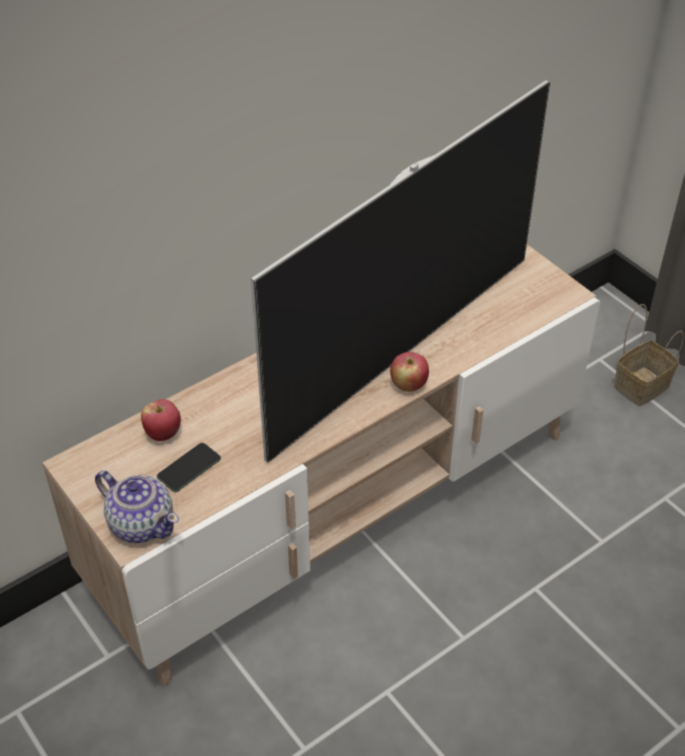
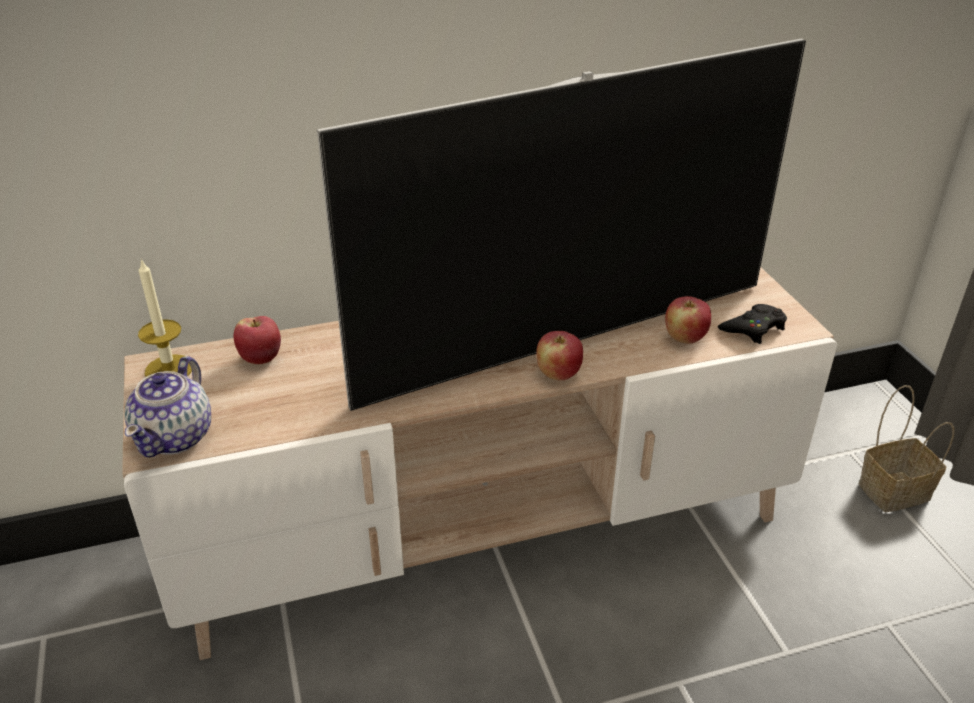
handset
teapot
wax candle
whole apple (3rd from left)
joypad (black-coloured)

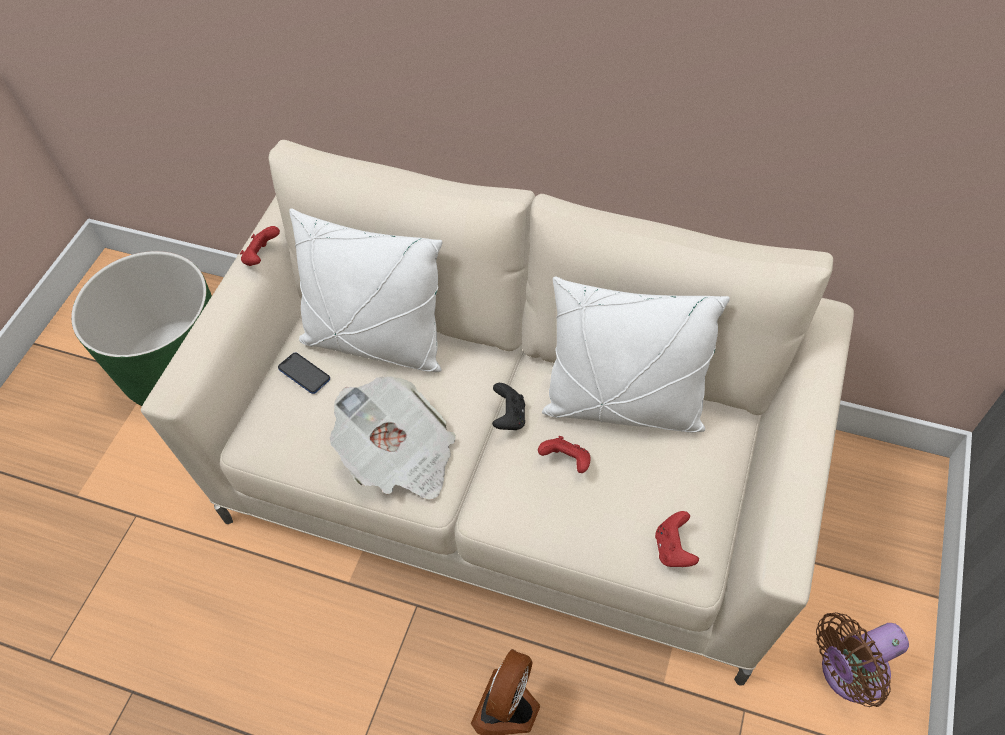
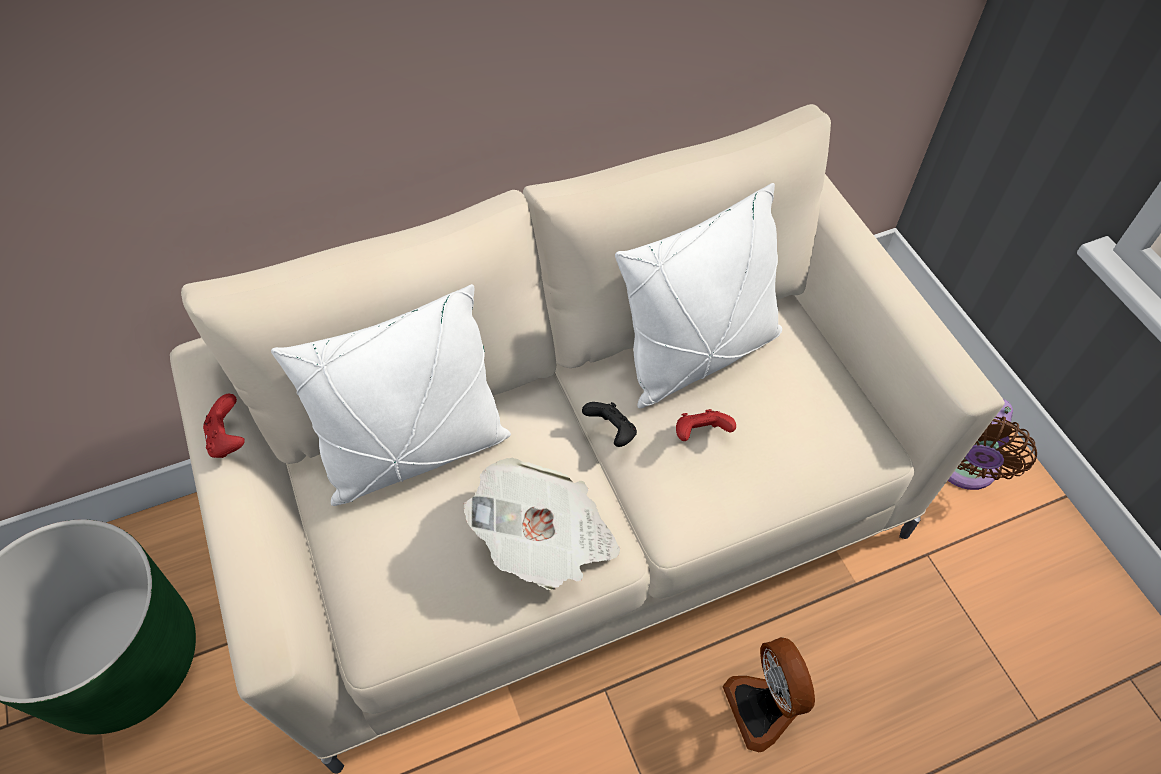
handset
joypad (reddish) (3rd from left in the first image)

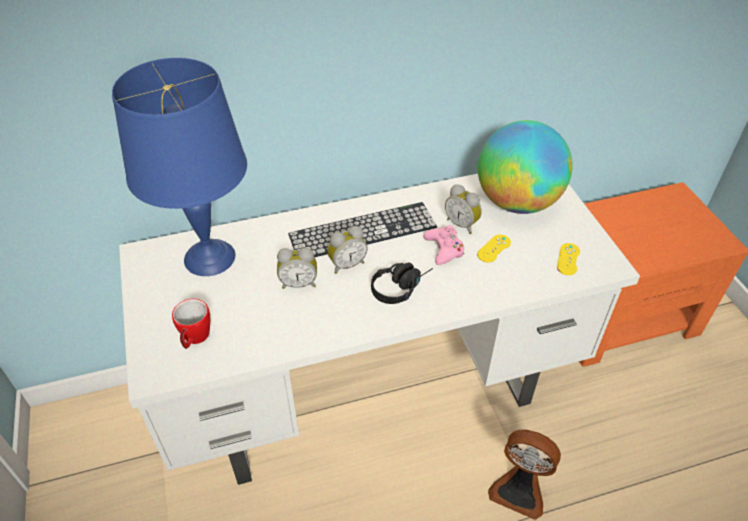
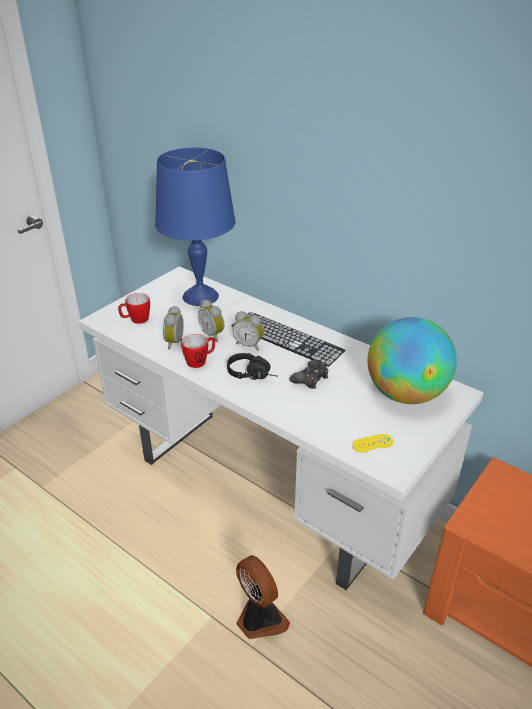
alarm clock (1st from left)
joypad (black-coloured)
joypad (yellowish) (1st from left in the first image)
fan
coffee mug (2nd from left)

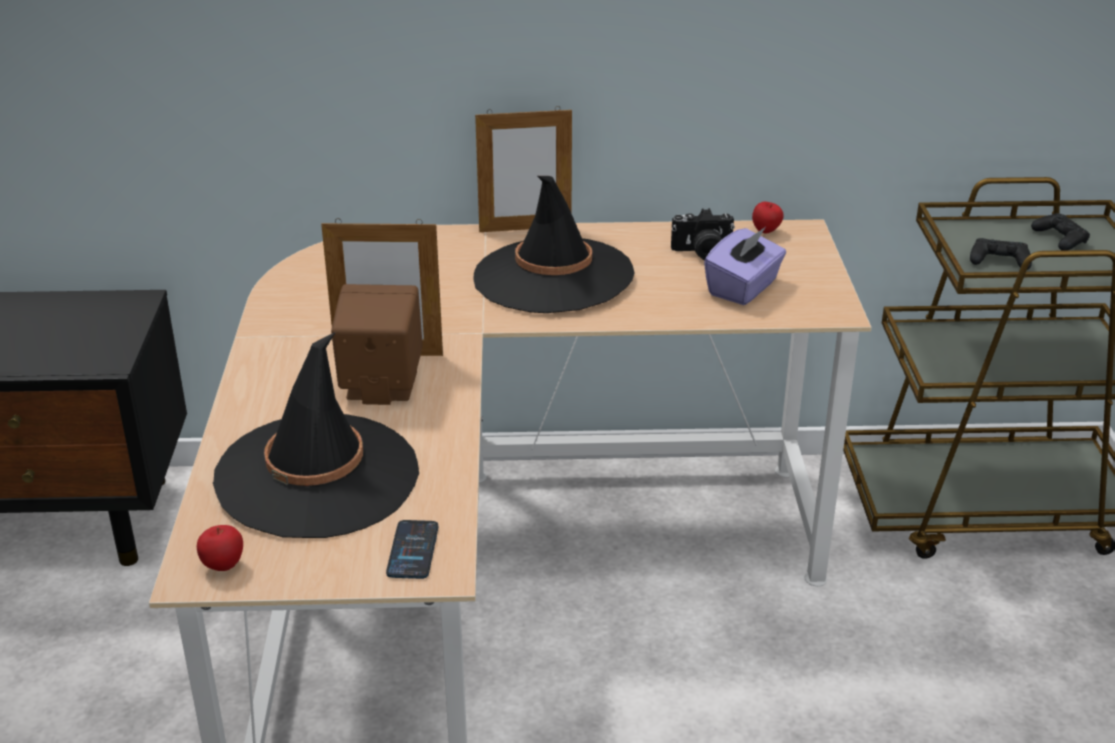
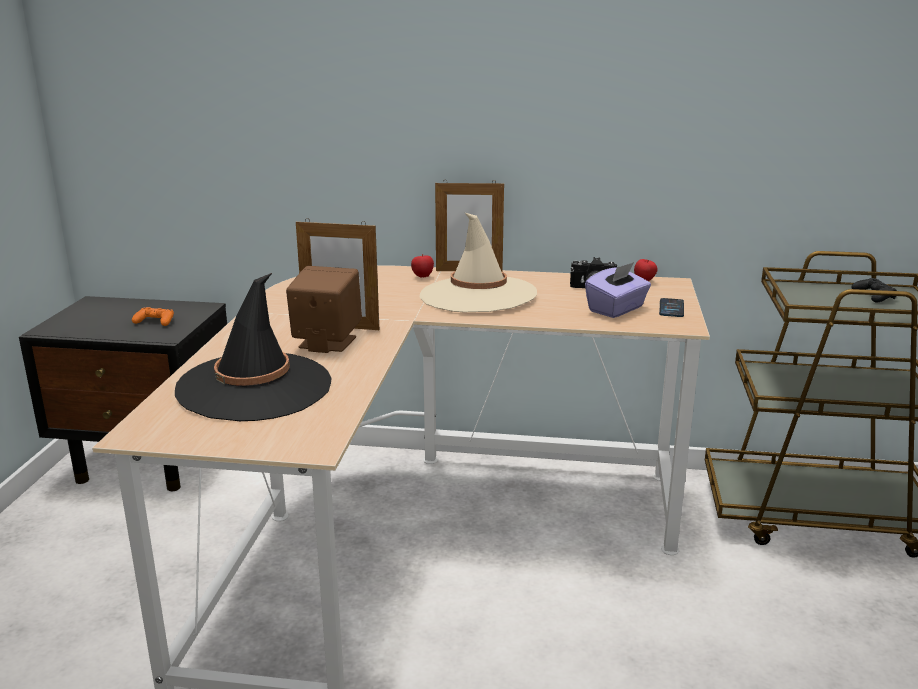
clothing hat (beige)
joypad (black-coloured) (1st from left in the first image)
handset
whole apple (1st from left)
joypad (orange)

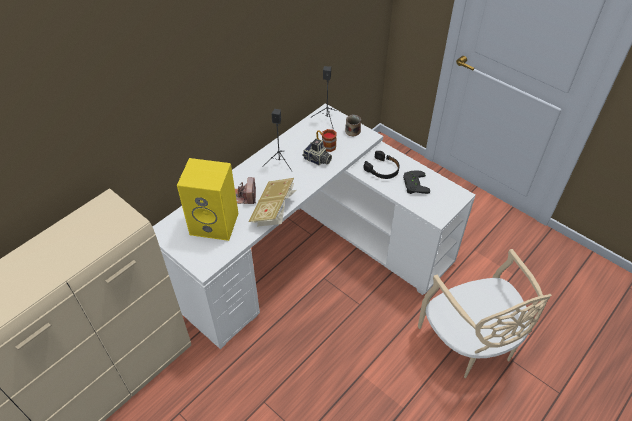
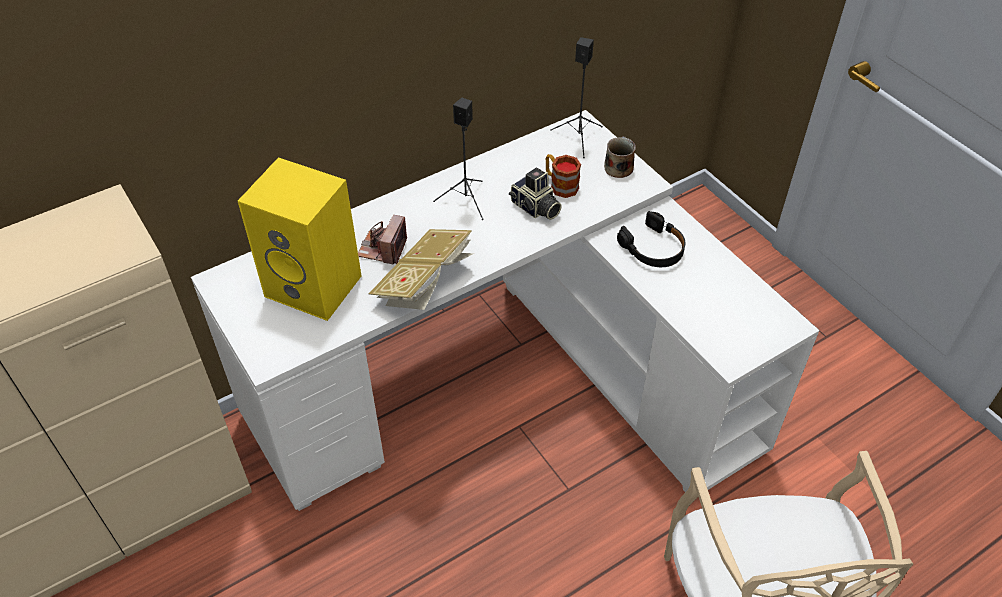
joypad (black-coloured)

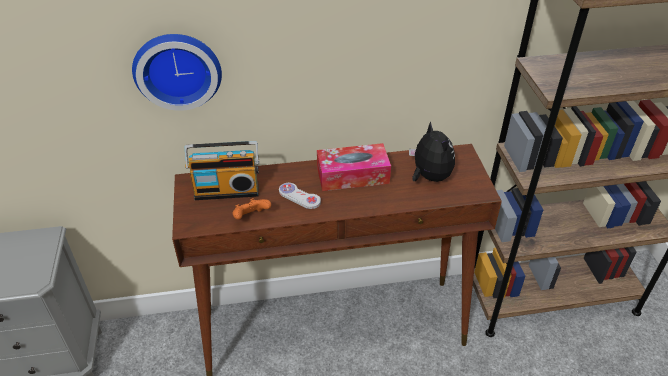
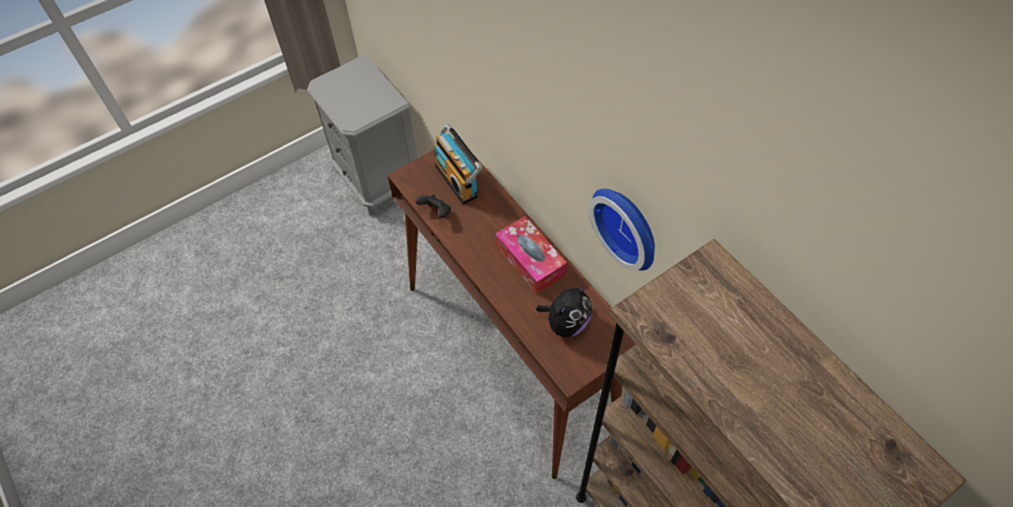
clock on the wall
joypad (white)
joypad (black-coloured)

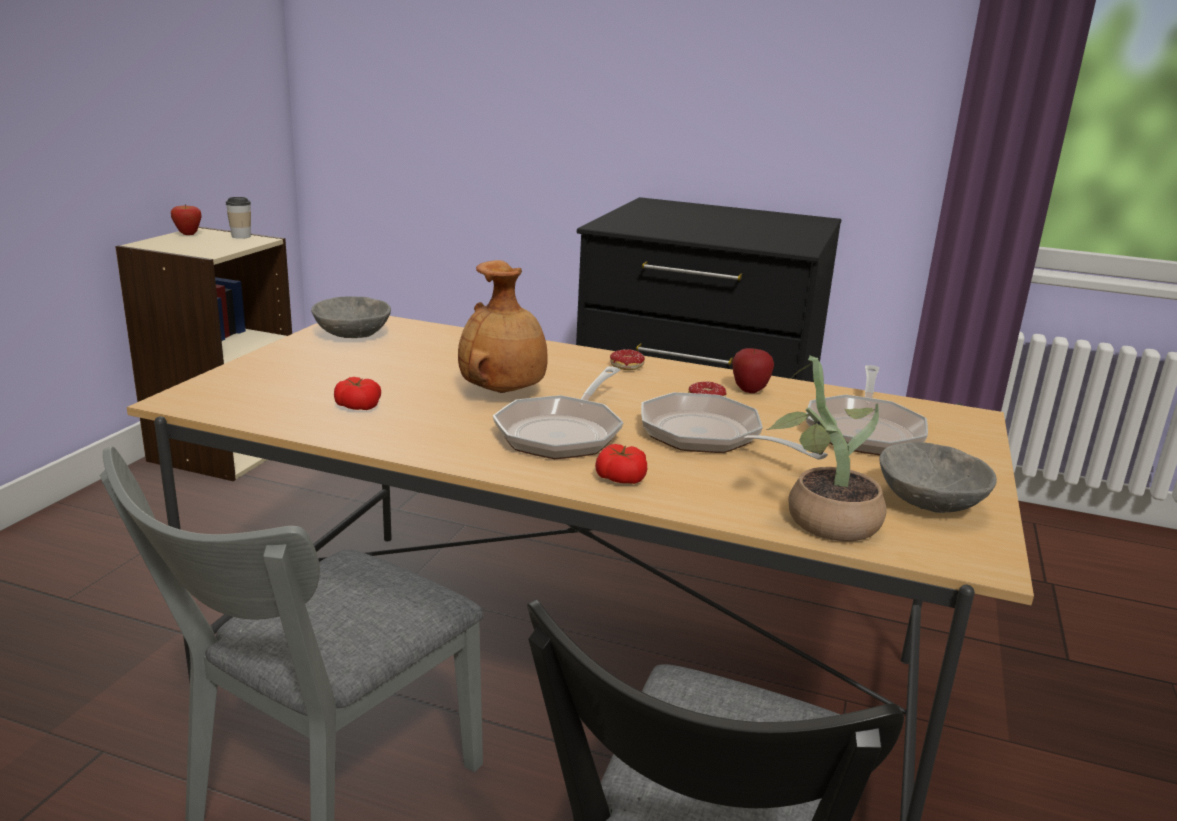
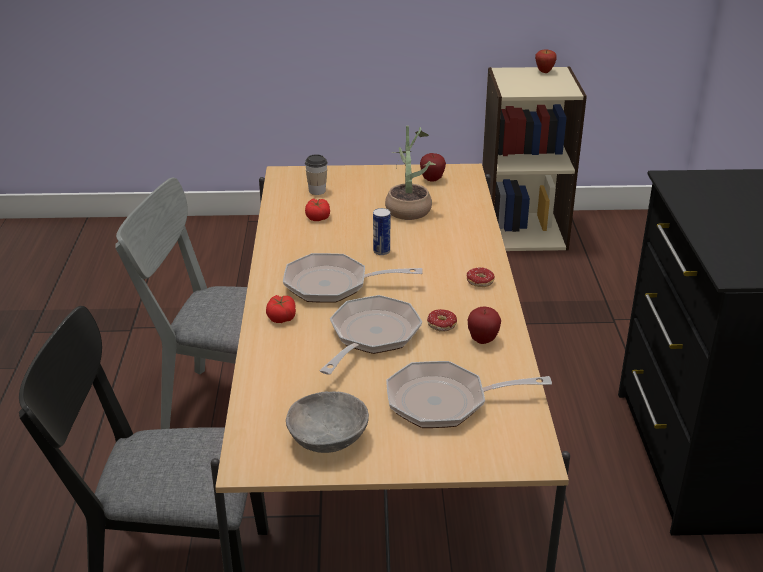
cup
metal can
whole apple (1st from left)
plant in a pot

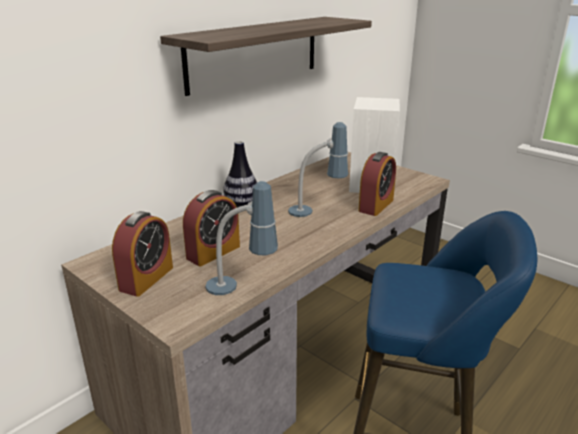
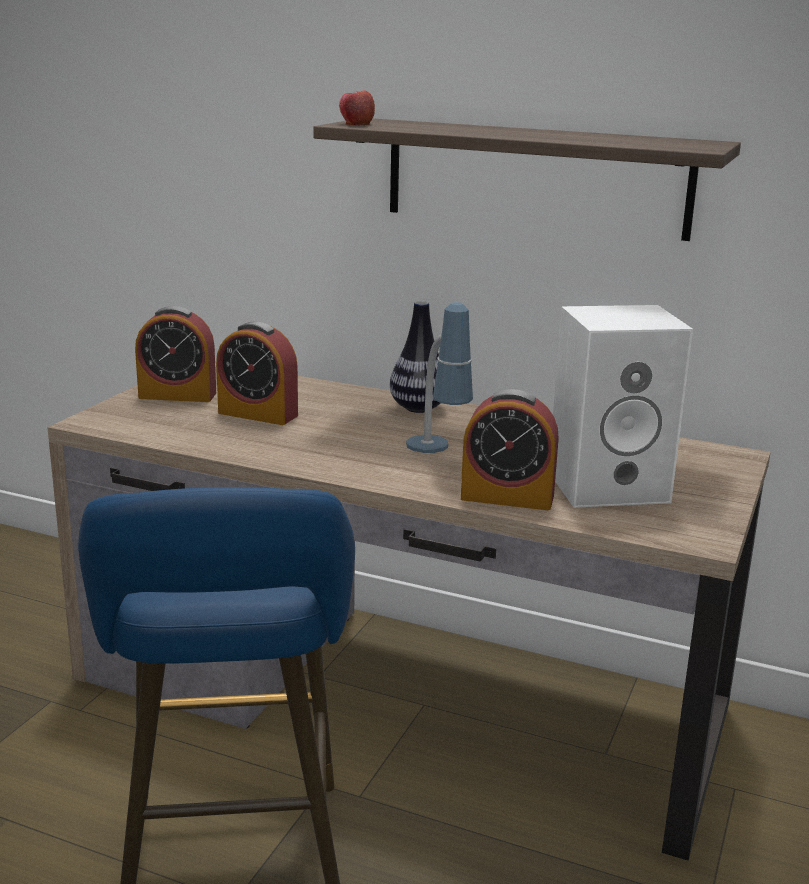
lamp for a table (1st from left in the first image)
whole apple

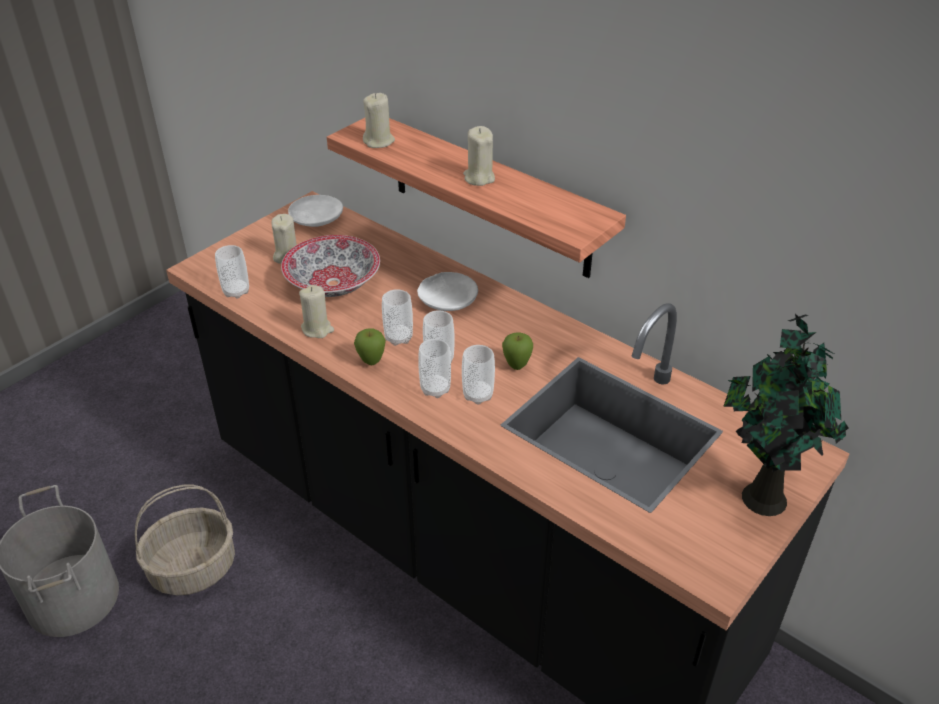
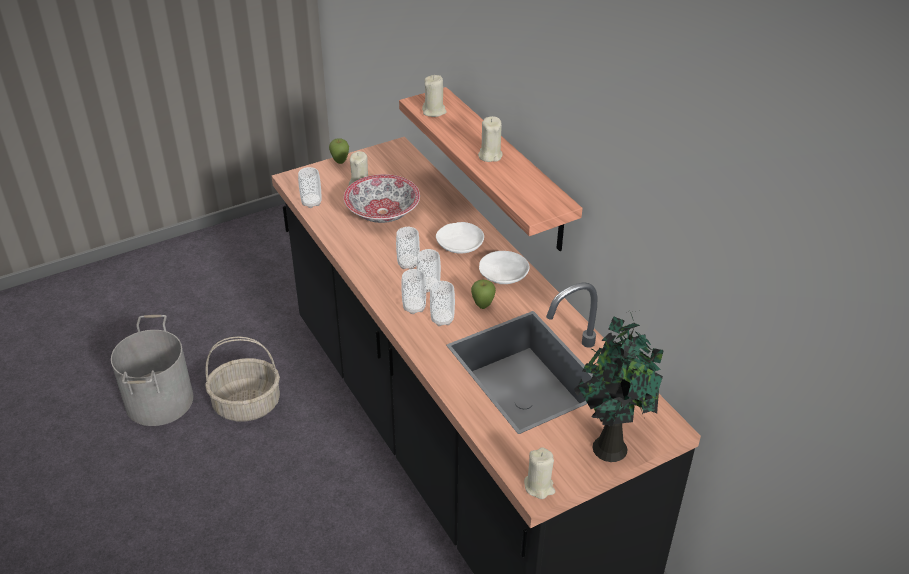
dinner plate (white) (2nd from left)
wax candle (beige) (4th from left)
whole apple (1st from left)

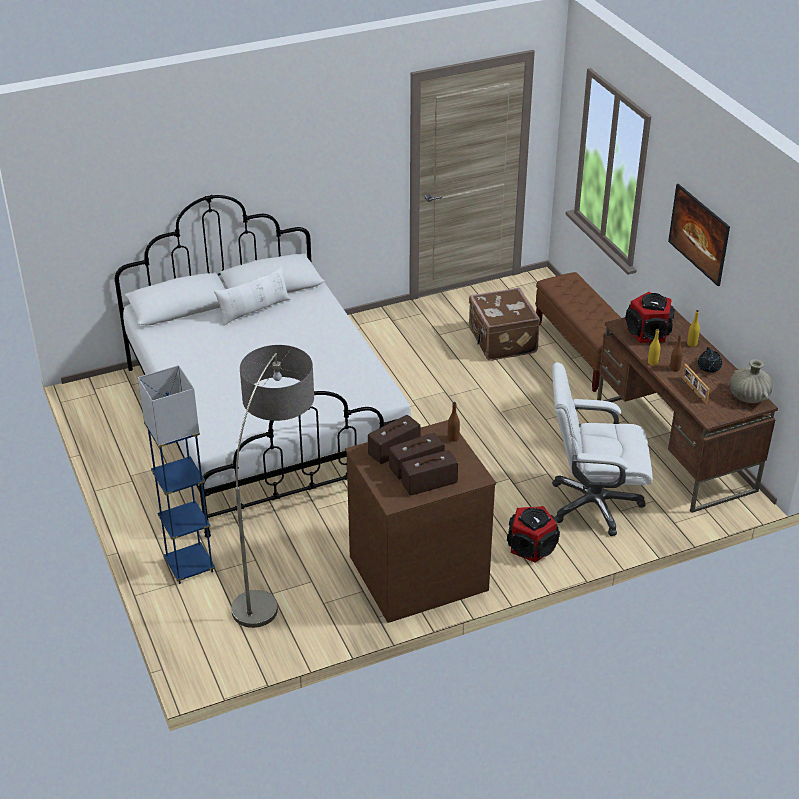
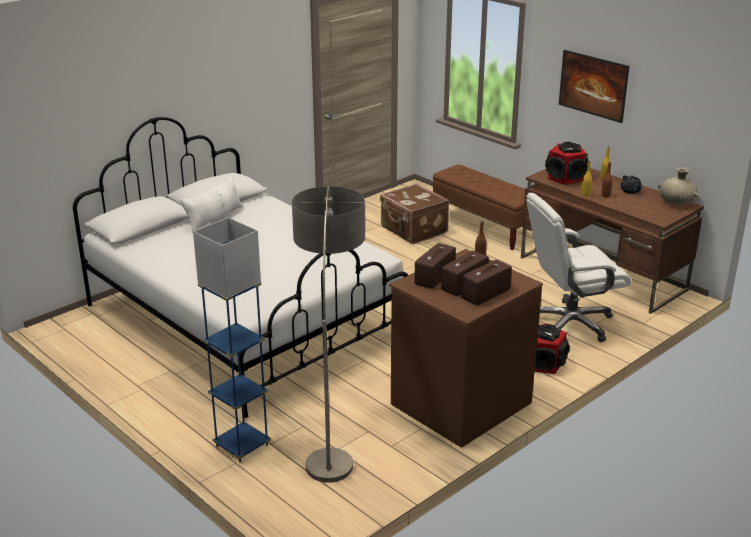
standing frame

